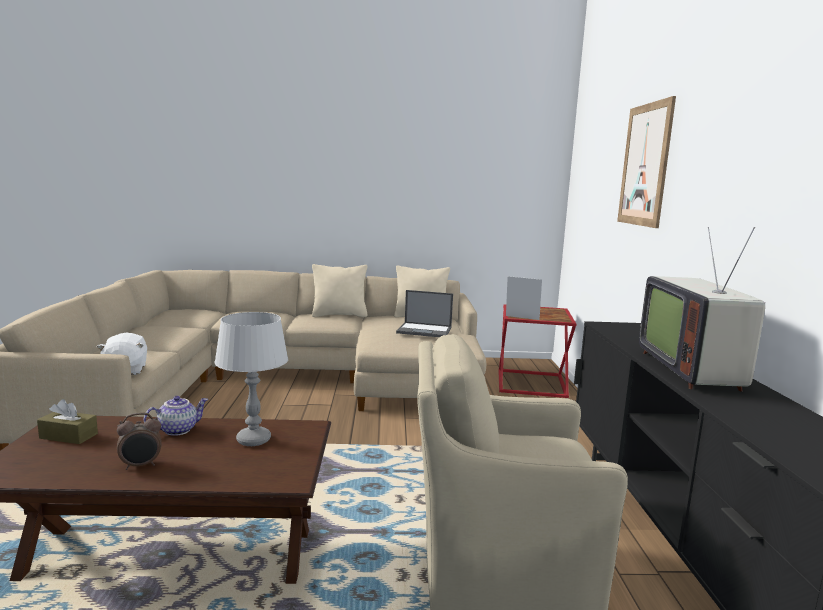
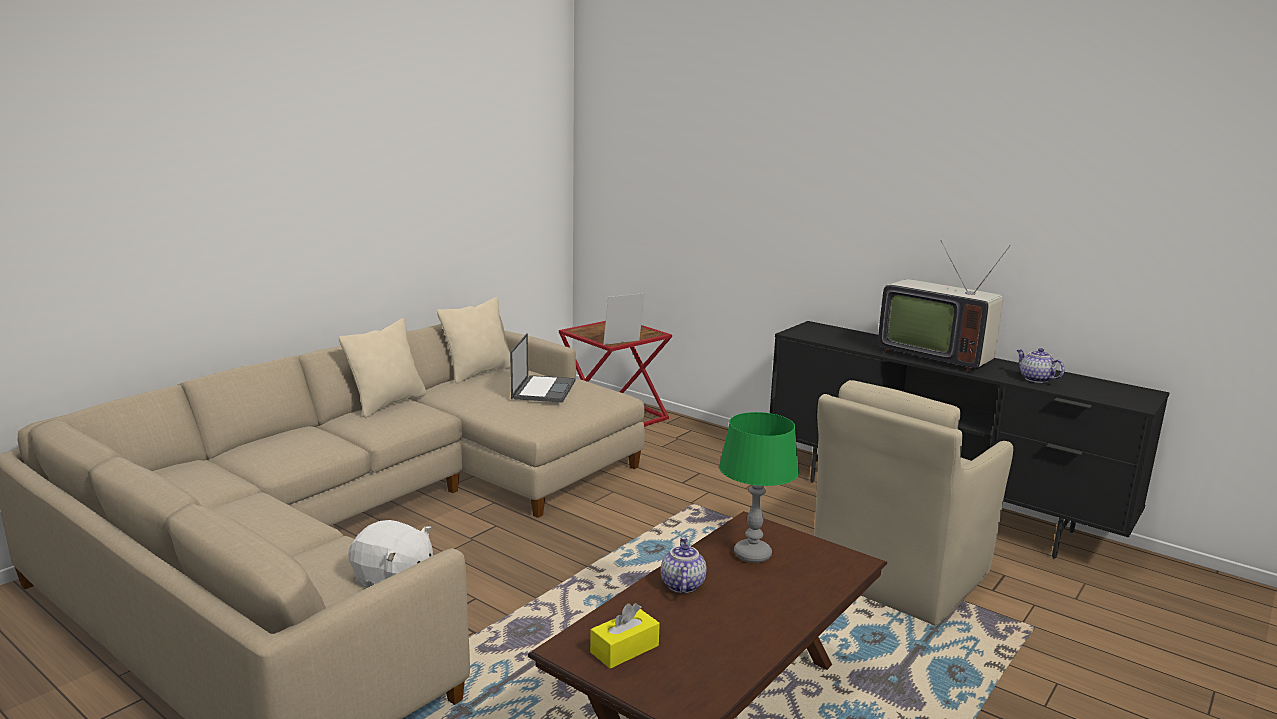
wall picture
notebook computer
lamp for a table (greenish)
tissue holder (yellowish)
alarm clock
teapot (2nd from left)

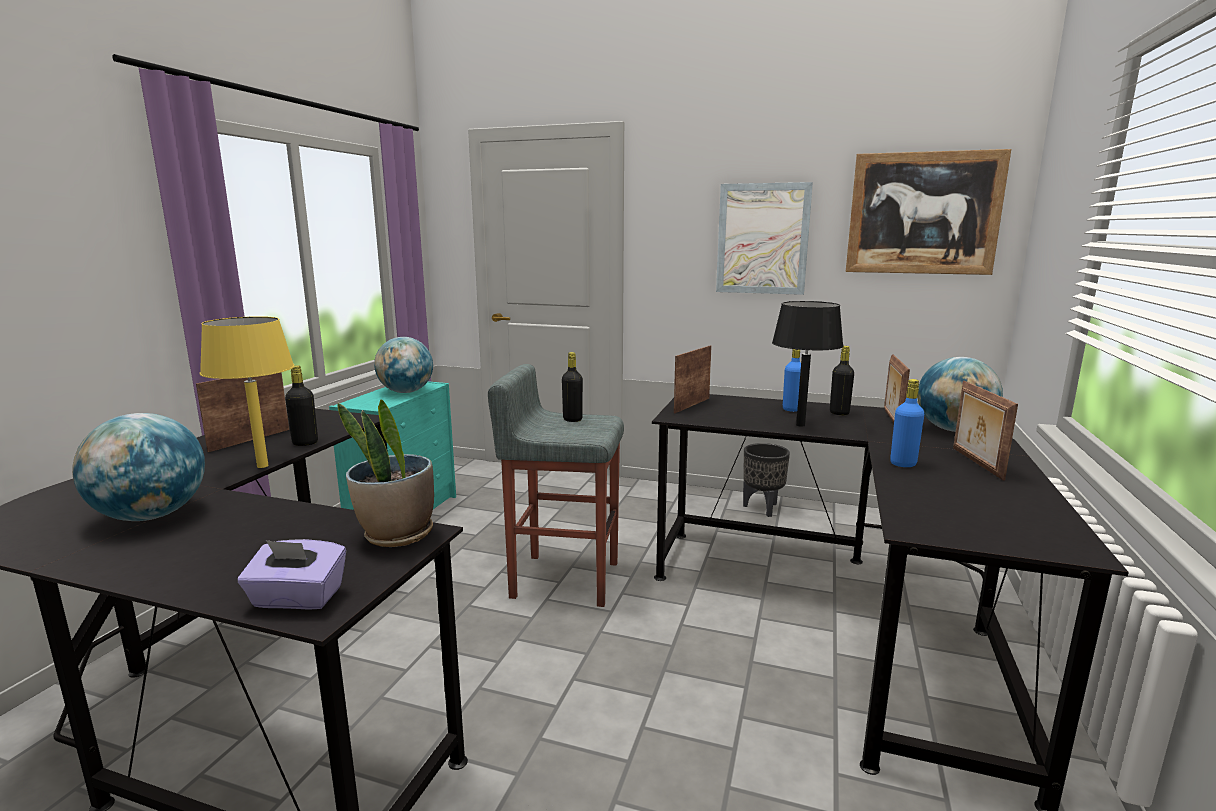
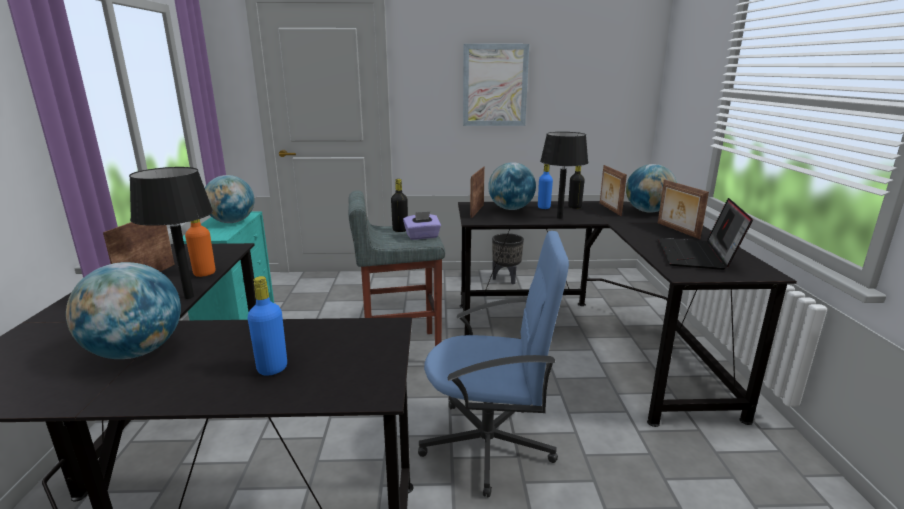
wall picture (2nd from left in the first image)
lamp for a table (black-coloured) (1st from left)
beverage bottle (orange)
beverage bottle (blue) (1st from left)
plant in a pot
tissue holder (purplish)
world globe (3rd from left)
notebook computer
desk chair (blue)

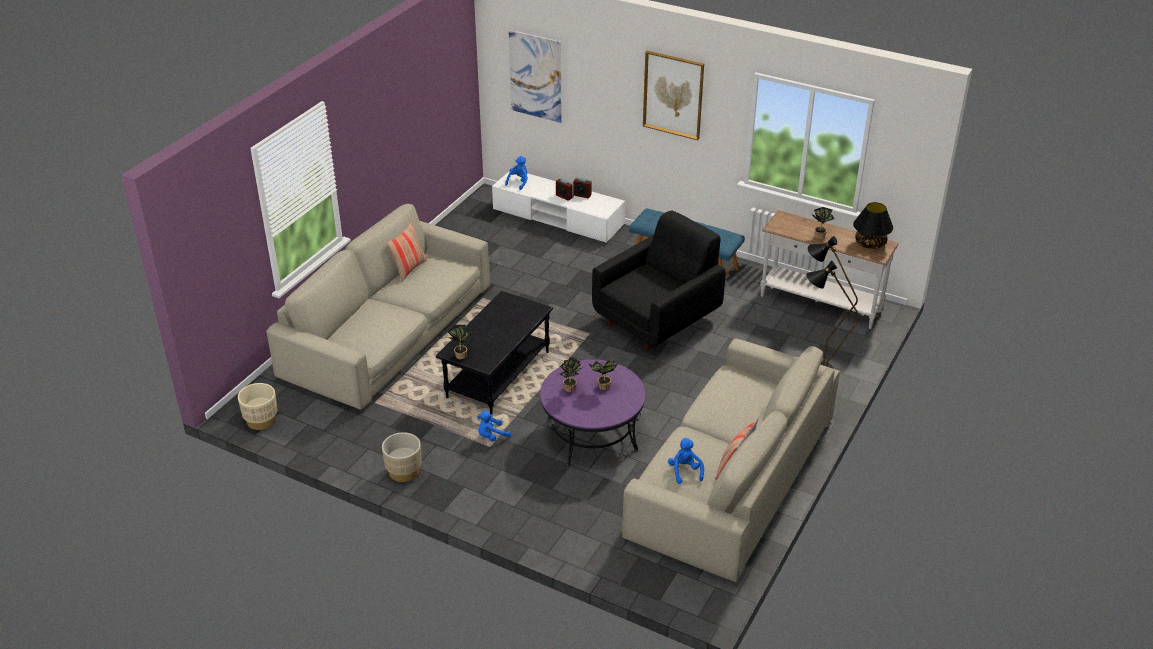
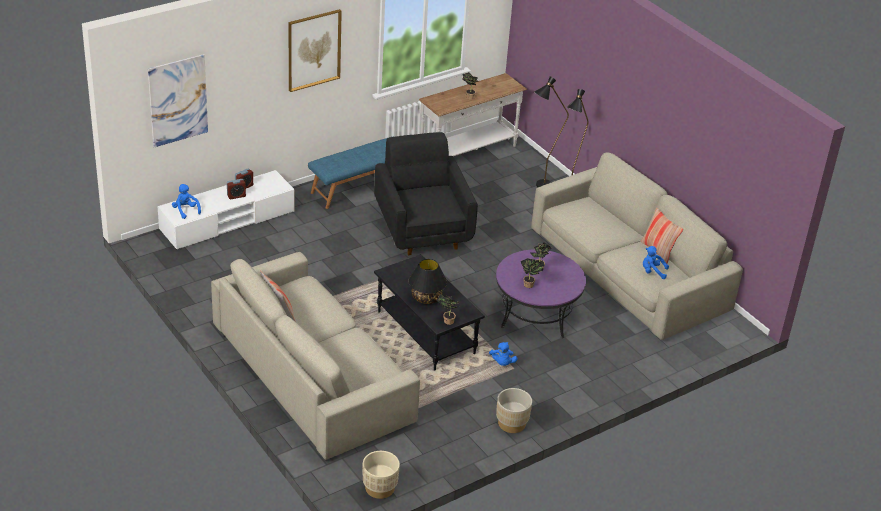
lamp for a table (black-coloured)

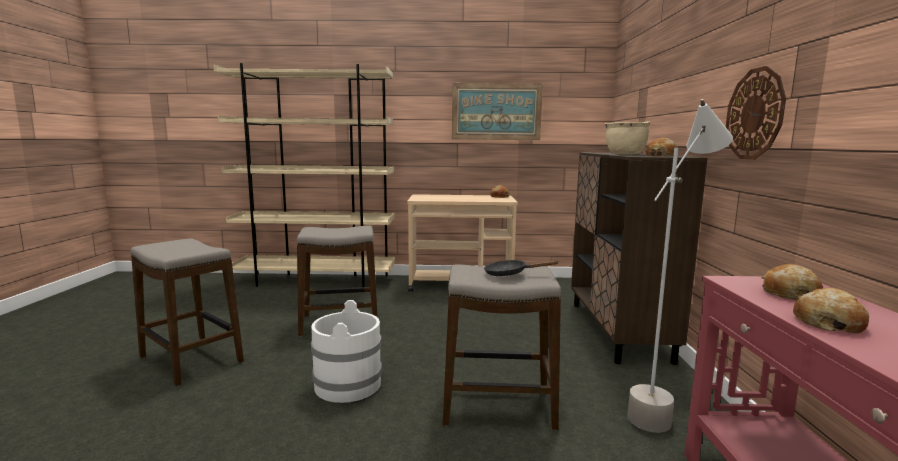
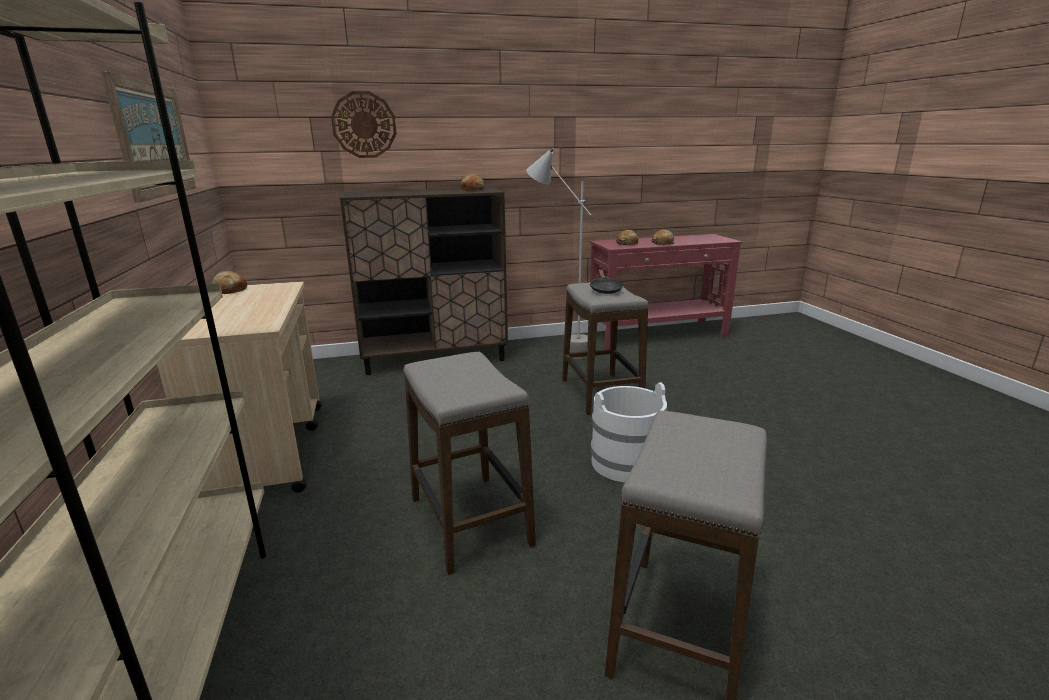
clock on the wall
saucepot (beige)

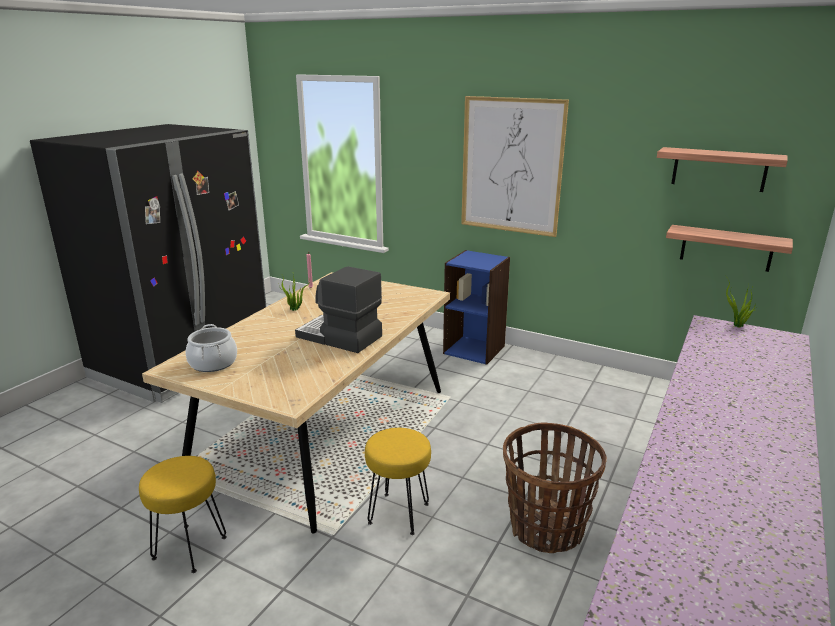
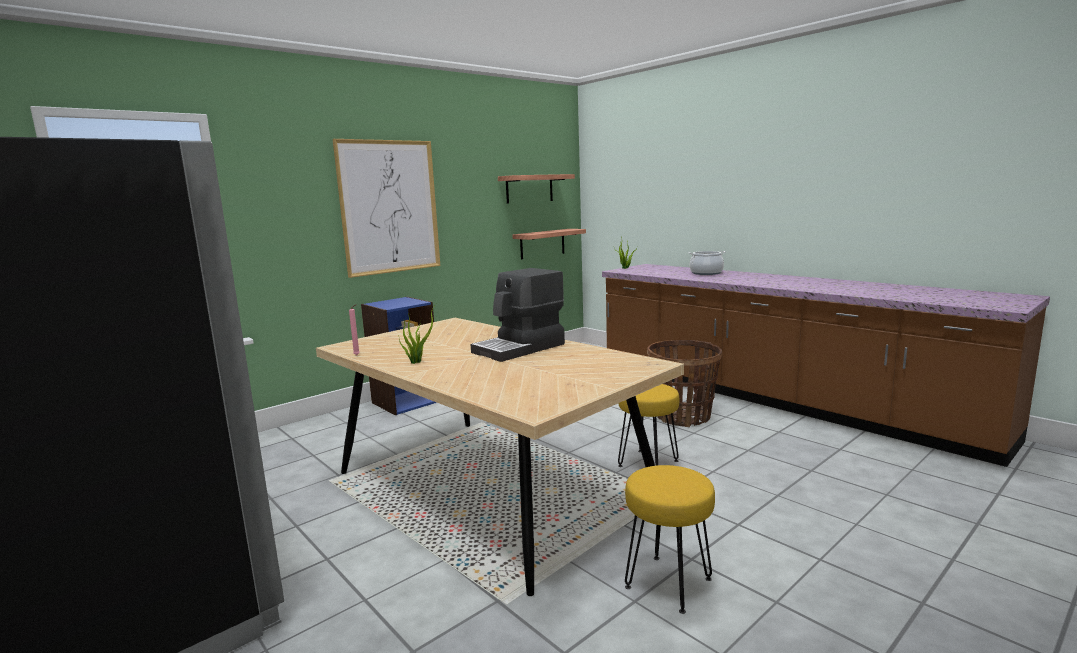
saucepot

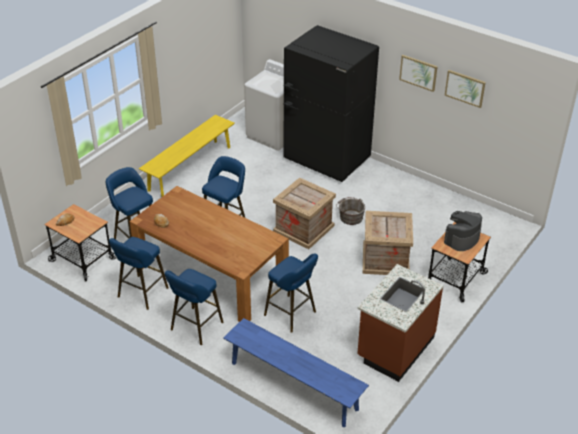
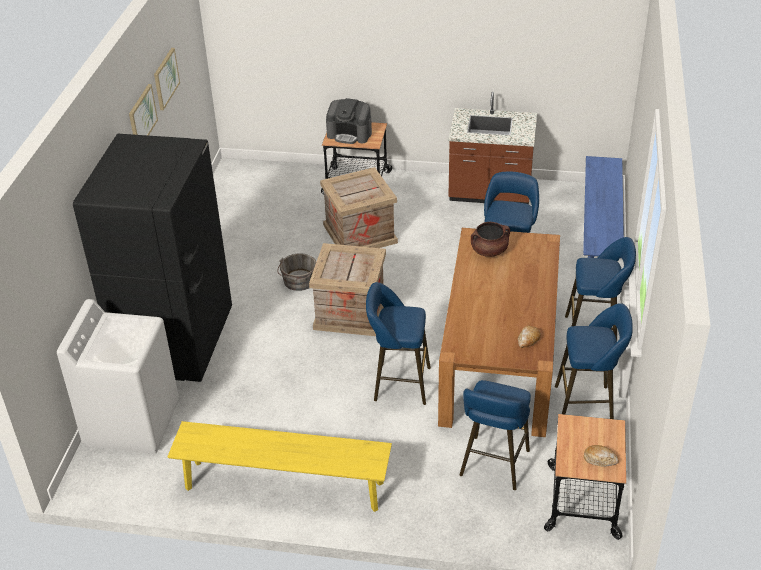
saucepot (brownish)

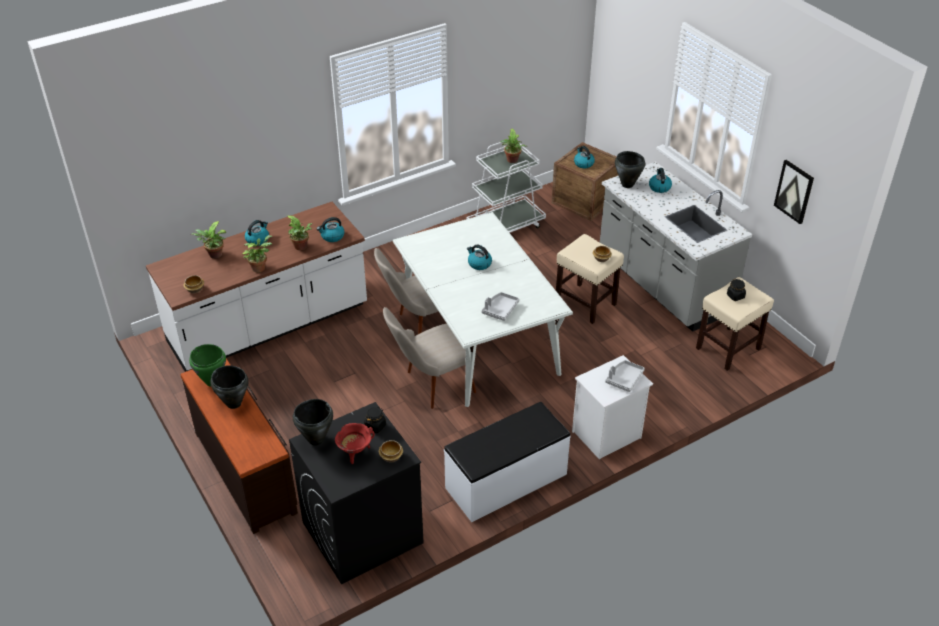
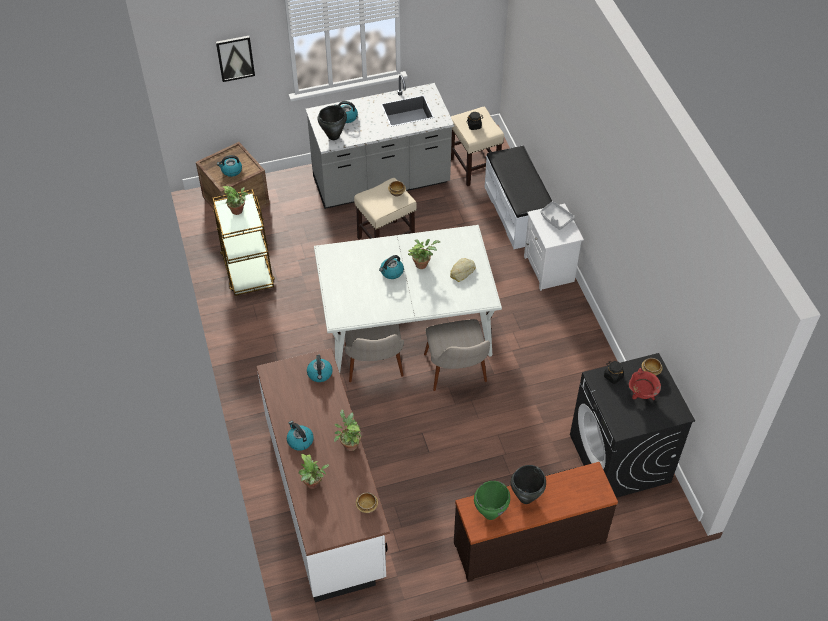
trolley (brownish)
wall picture
plant in a pot (4th from left)
bread
saucepot (black-coloured) (2nd from left in the first image)
bench (white)

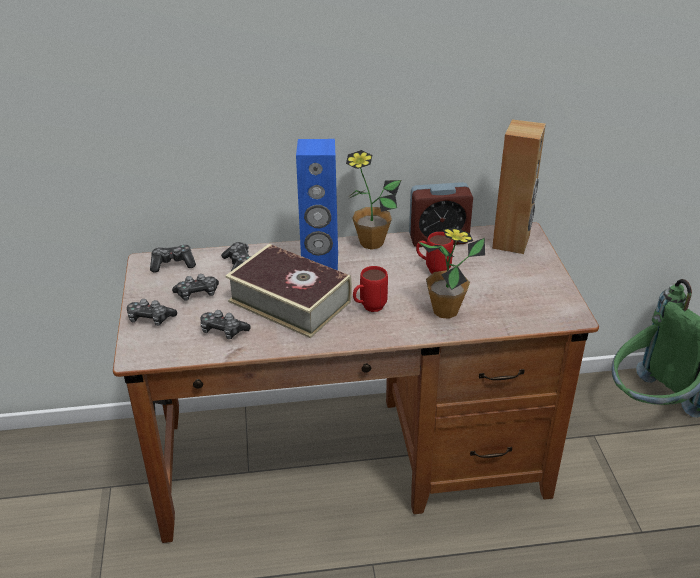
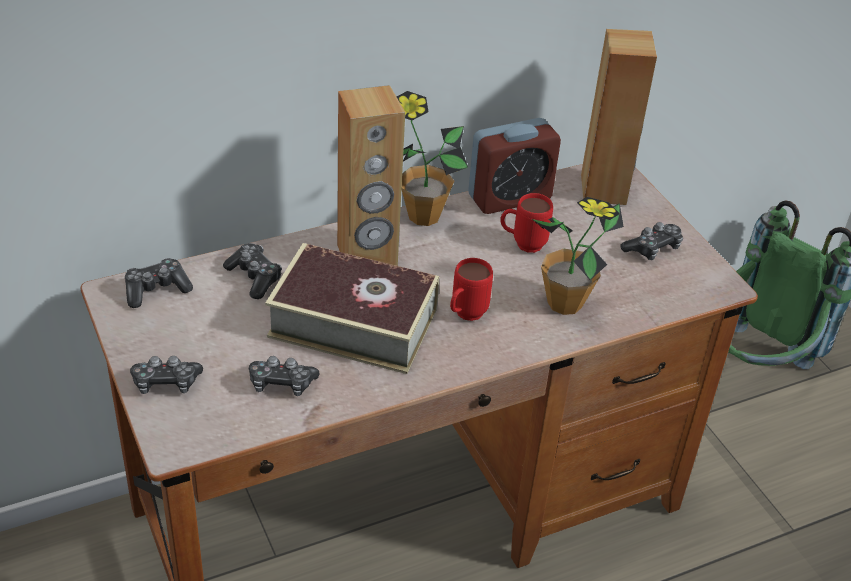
audio speaker (brownish) (1st from left)
joypad (5th from left)

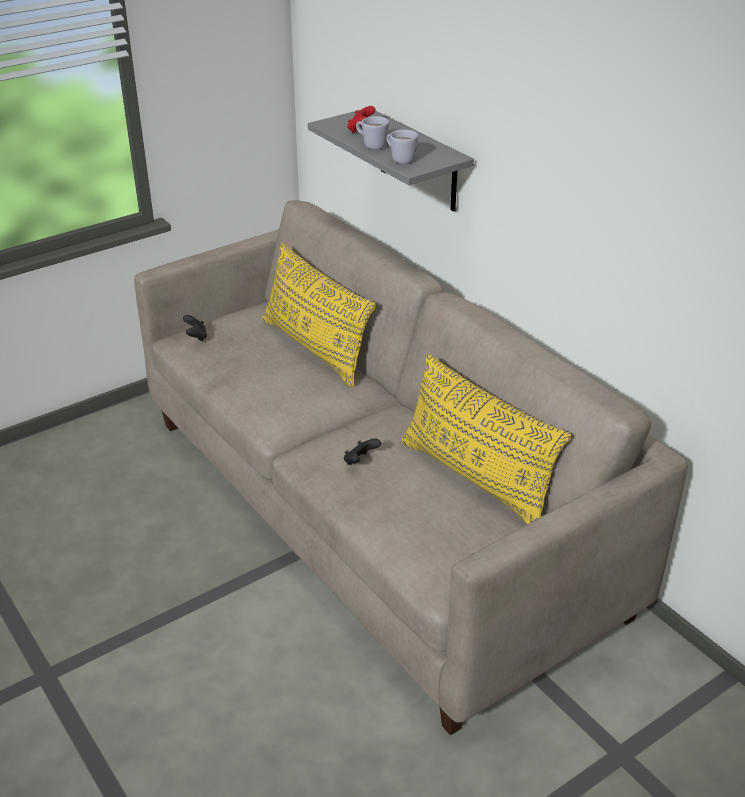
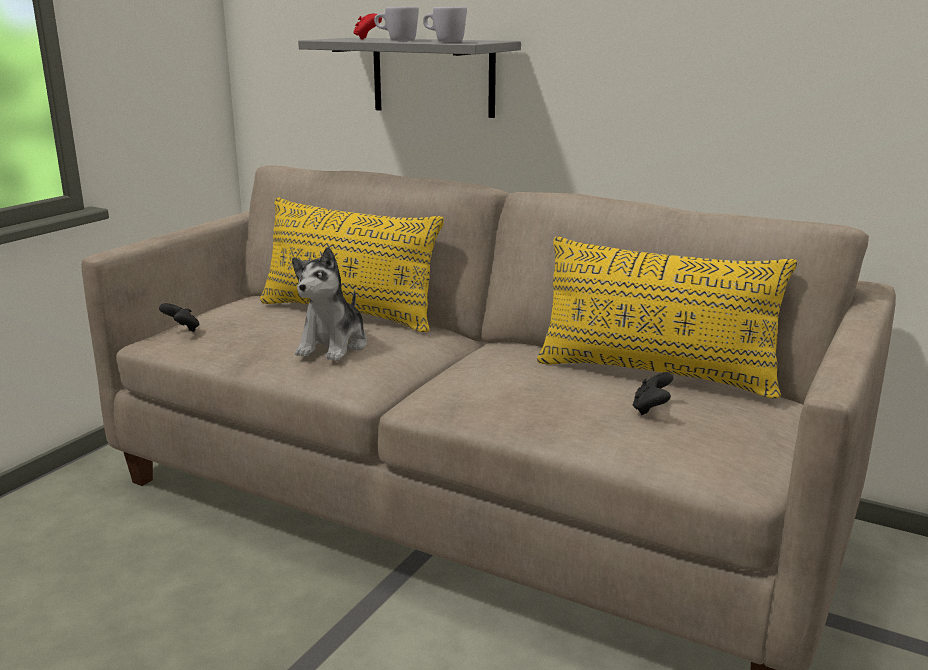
joypad (black-coloured) (2nd from left)
cuddly toy

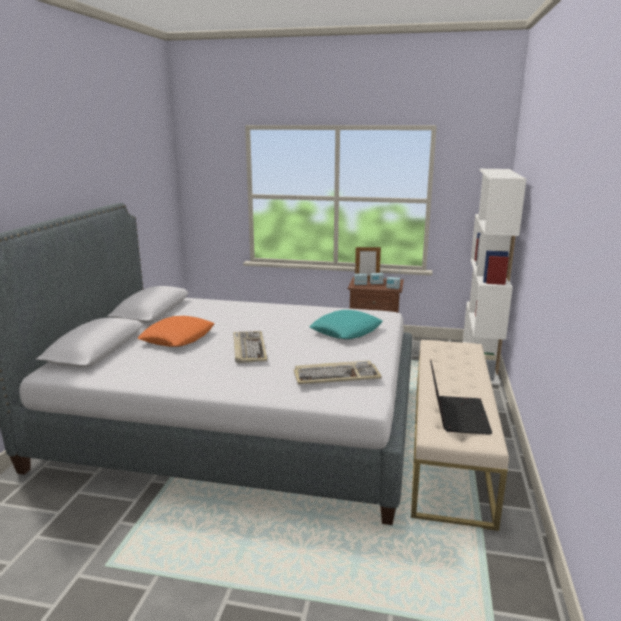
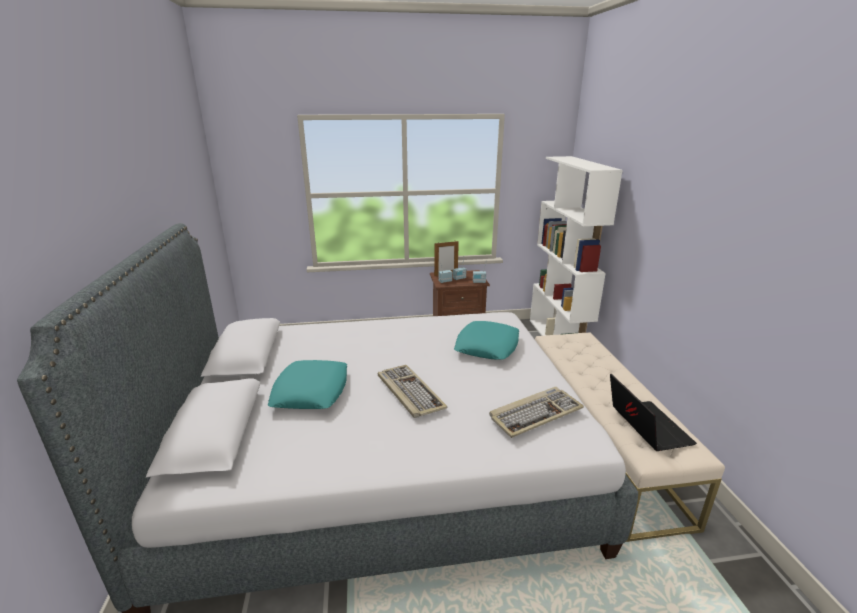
throw pillow (blue-green) (1st from left)

